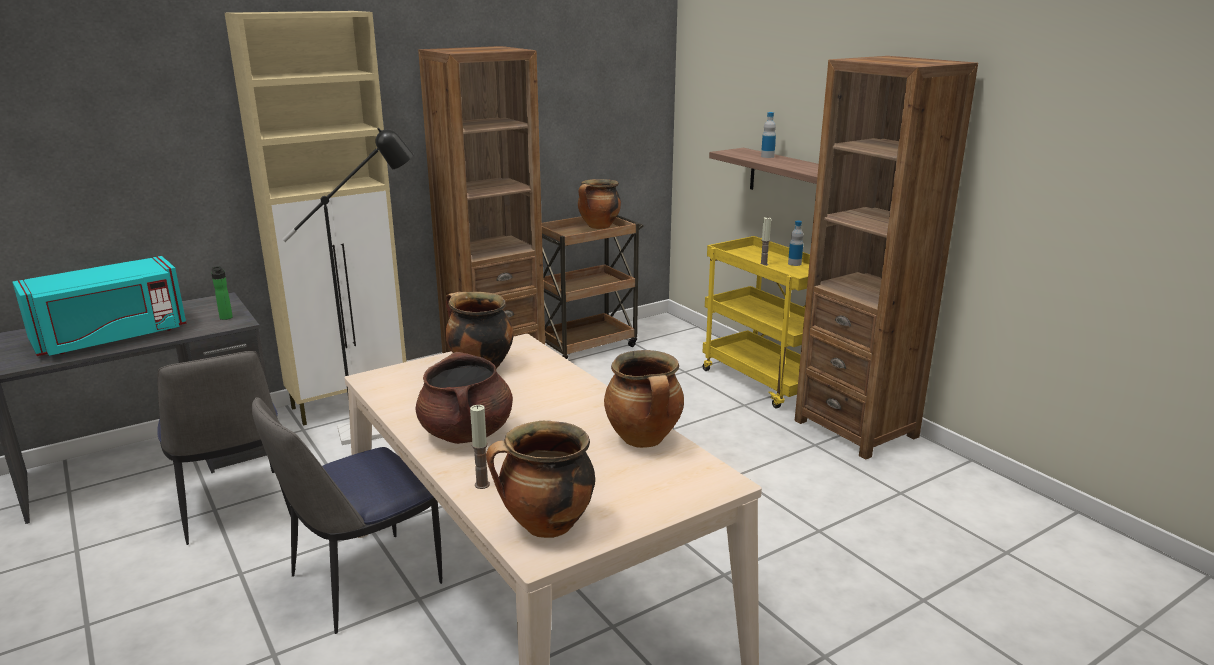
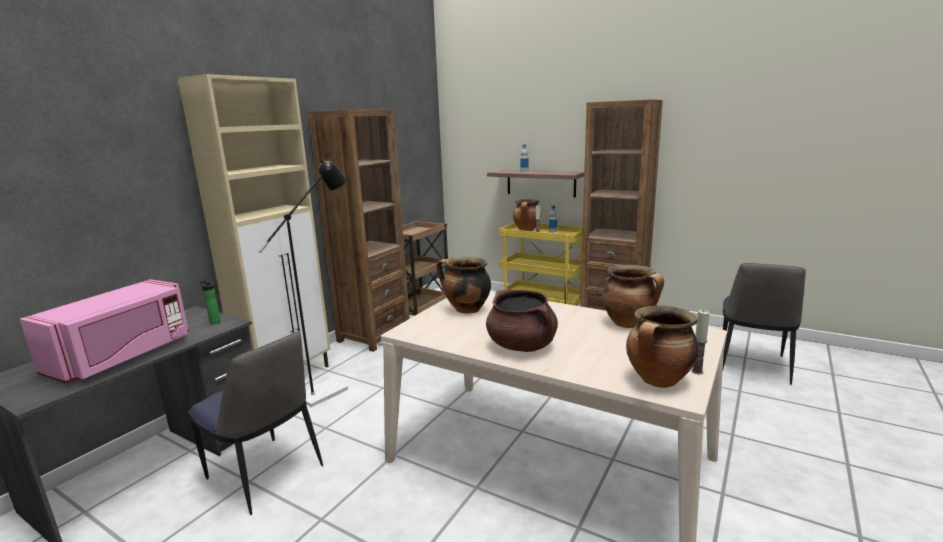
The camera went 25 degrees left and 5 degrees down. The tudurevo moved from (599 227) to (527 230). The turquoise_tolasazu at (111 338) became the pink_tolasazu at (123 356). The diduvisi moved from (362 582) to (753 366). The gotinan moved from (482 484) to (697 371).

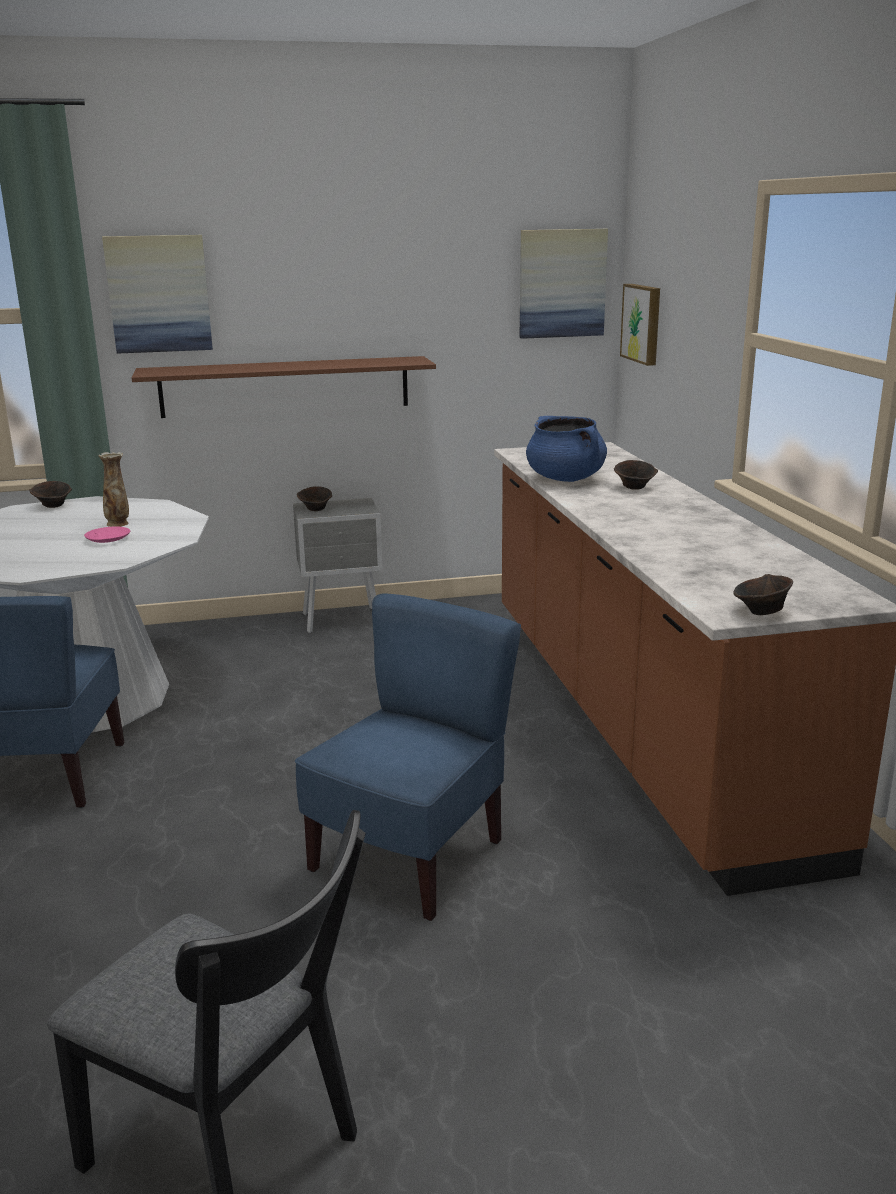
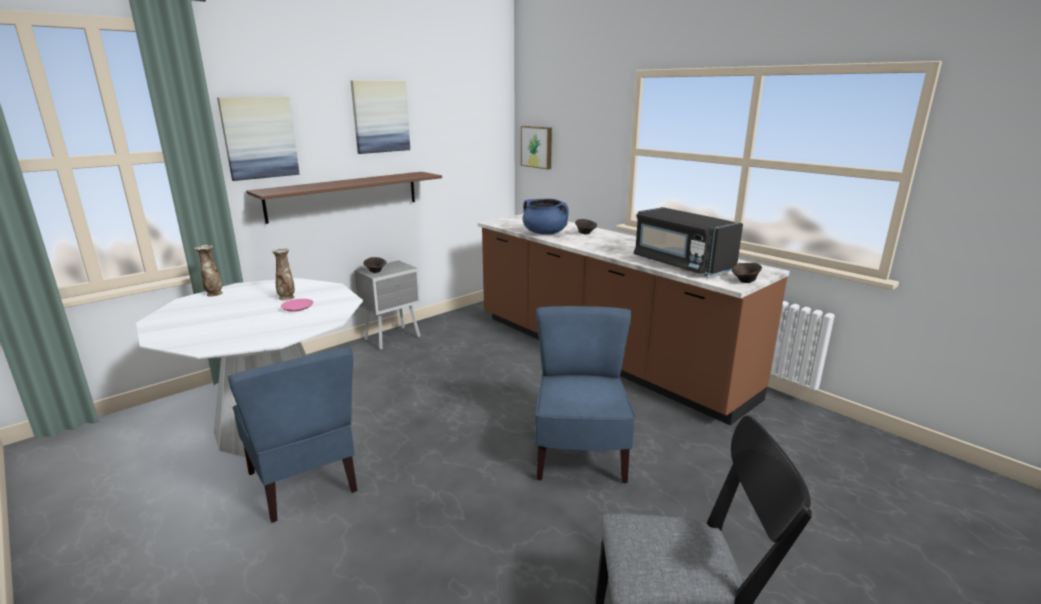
The camera went 30 degrees left and 0 degrees up. The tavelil moved from (562 283) to (380 116). The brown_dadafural at (54 506) was replaced by the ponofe at (214 294). The black_tolasazu at (680 264) appeared.

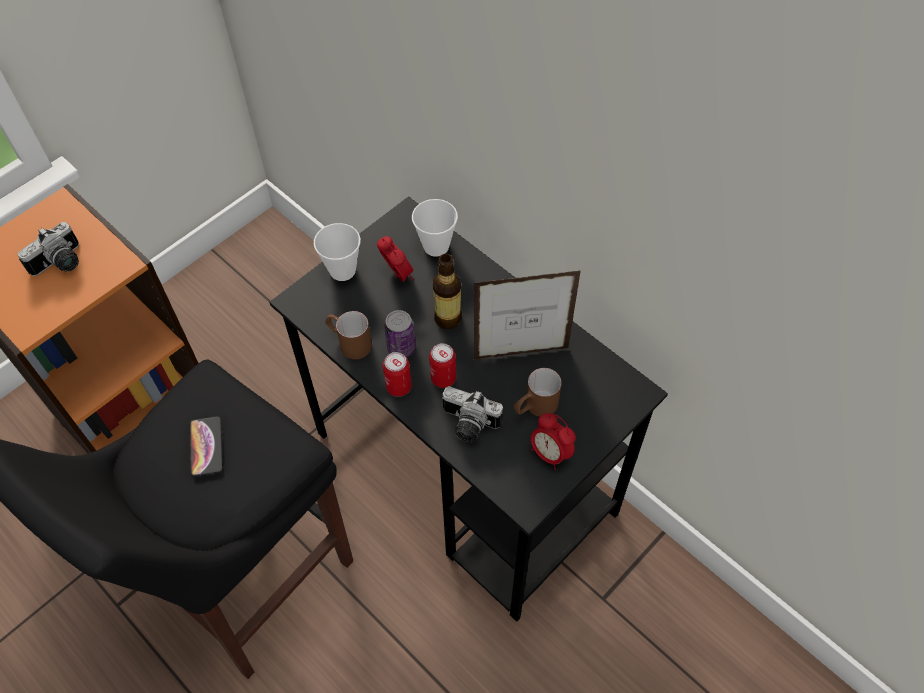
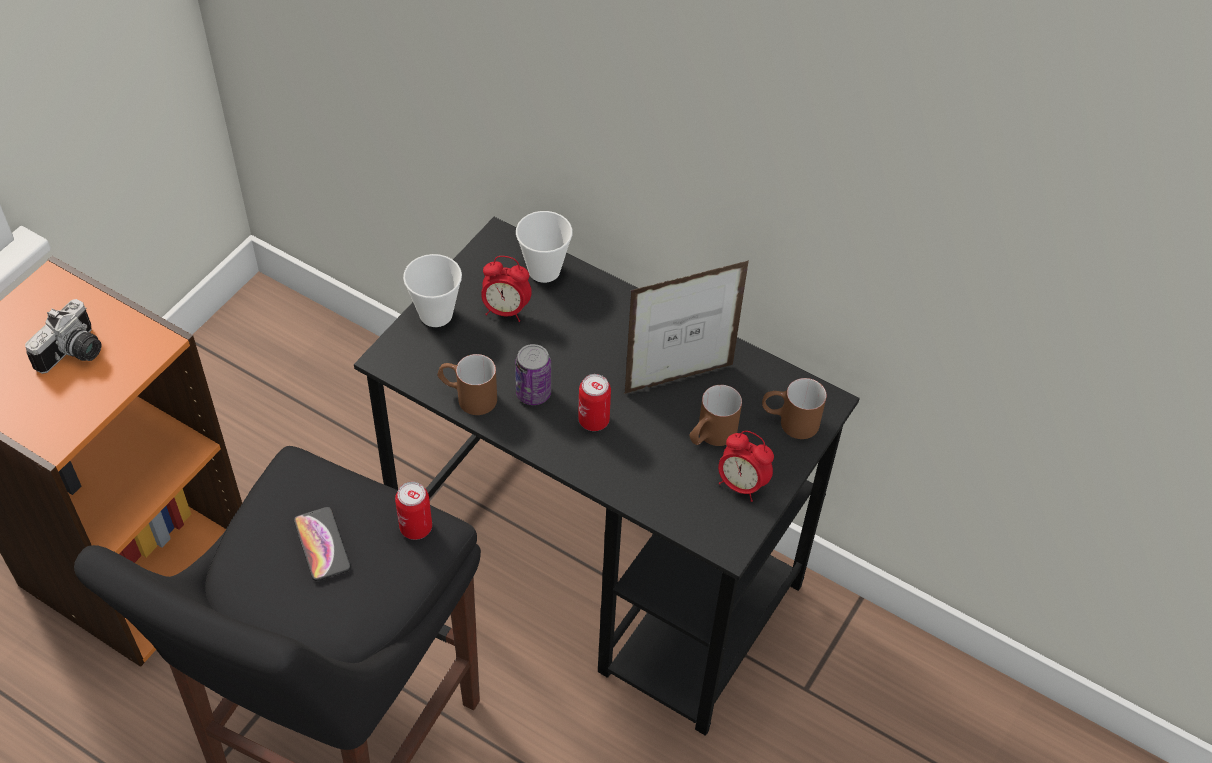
The camera went 15 degrees left and 5 degrees down. The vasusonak at (397 275) turned 150 degrees clockwise. The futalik at (448 319) disappeared. The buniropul moved from (398 387) to (416 527). The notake at (468 425) disappeared. The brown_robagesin at (789 421) appeared.

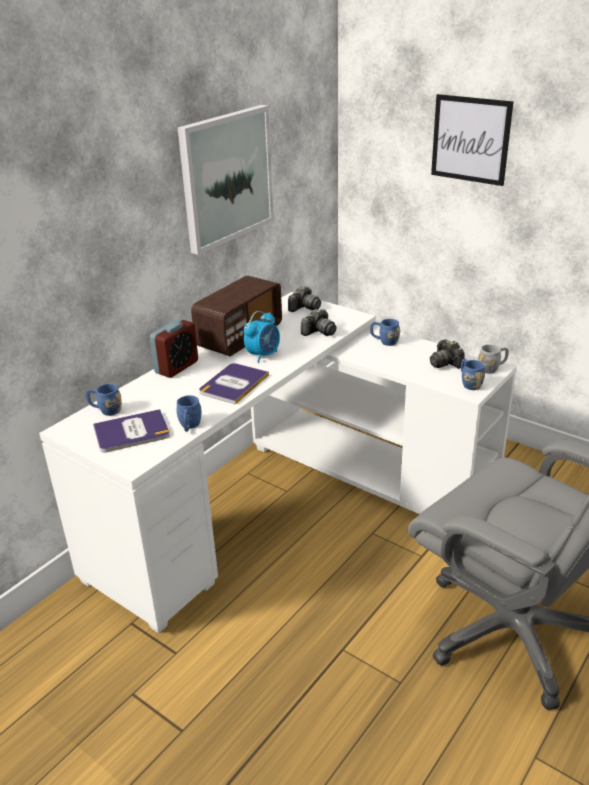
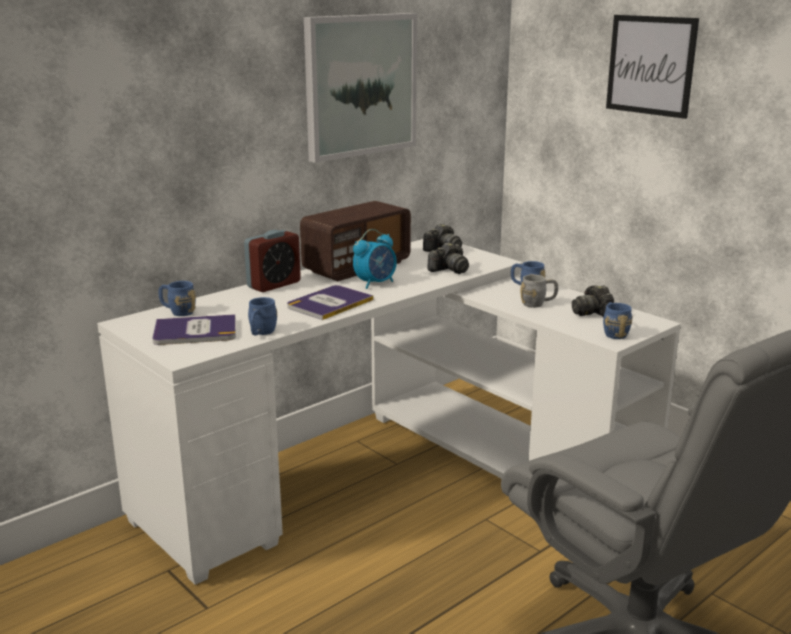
The camera went 10 degrees right and 10 degrees down. The grey_robagesin moved from (492 368) to (538 303).

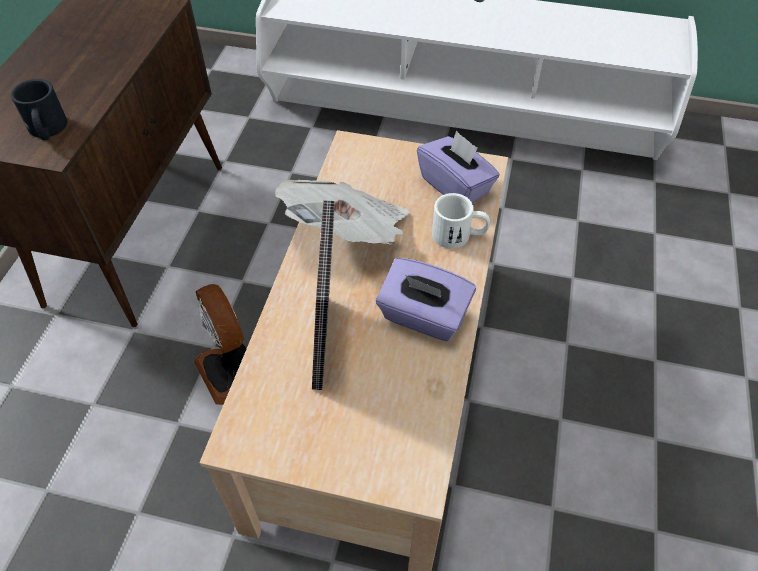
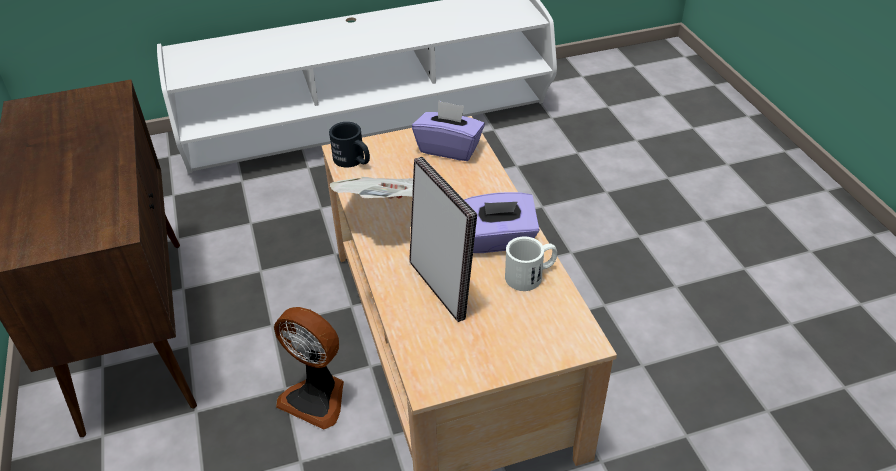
The camera went 30 degrees left and 10 degrees down. The black_robagesin moved from (48 131) to (353 161). The white_robagesin moved from (459 235) to (531 275).

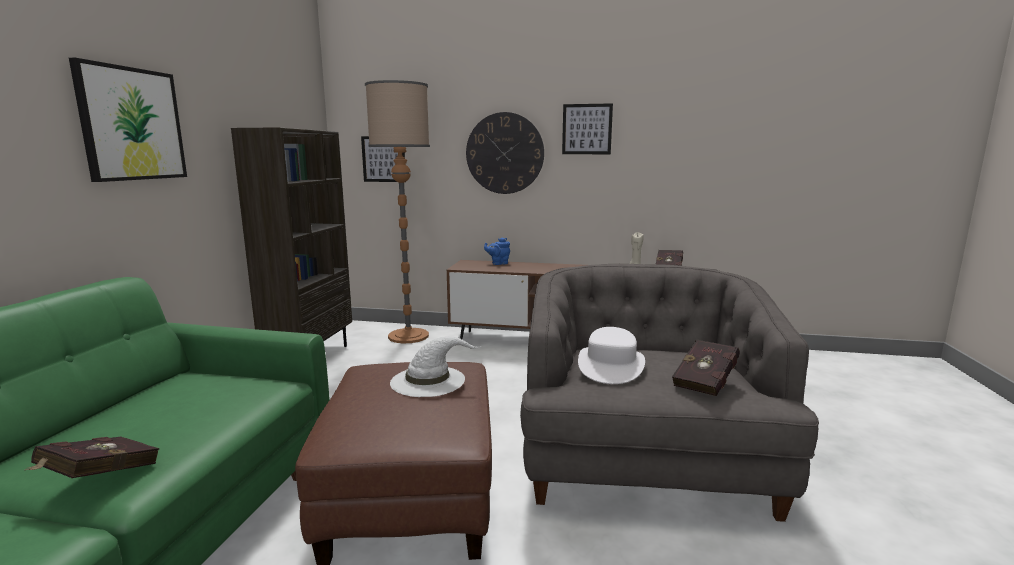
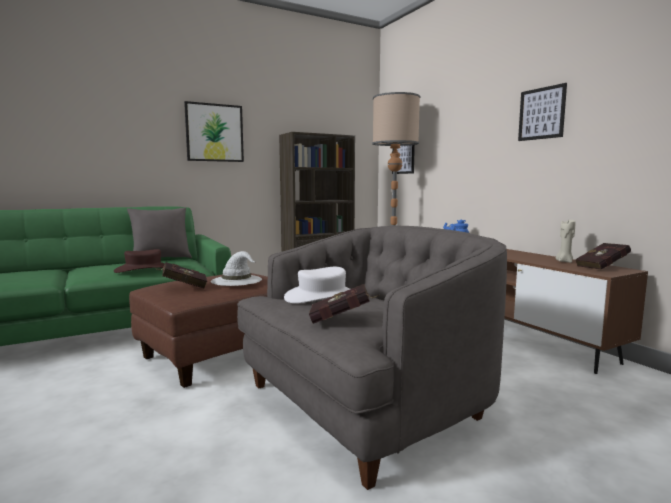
The camera went 50 degrees right and 5 degrees down. The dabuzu at (505 153) disappeared. The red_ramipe moved from (97 479) to (183 287). The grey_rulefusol at (161 259) appeared. The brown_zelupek at (143 269) appeared.

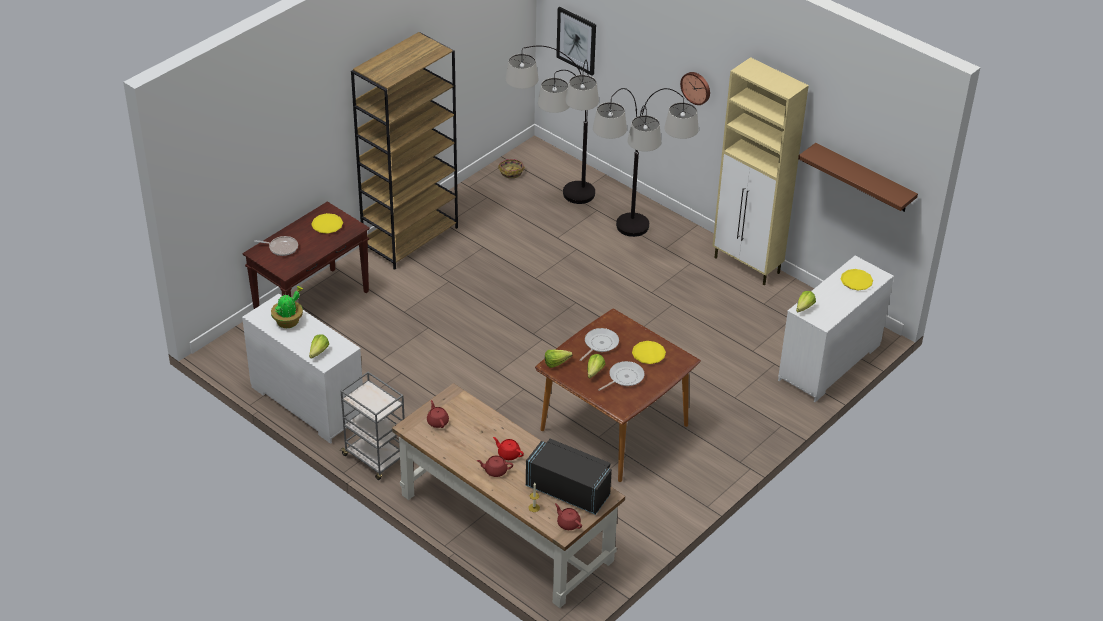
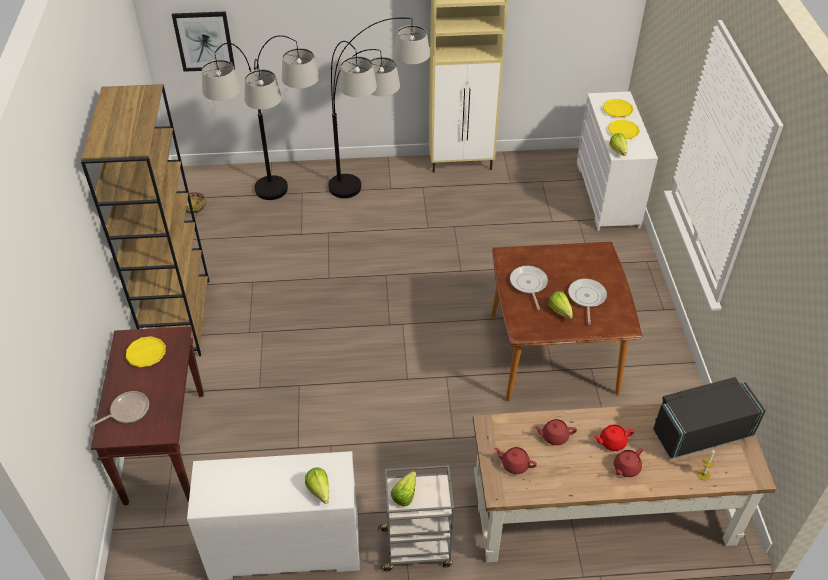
The camera went 45 degrees left and 5 degrees up. The dabuzu at (696 87) disappeared. The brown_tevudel at (864 178) disappeared. The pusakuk at (289 321) disappeared. The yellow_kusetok moved from (648 354) to (623 131). The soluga moved from (558 363) to (407 492). The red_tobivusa moved from (568 523) to (554 436).

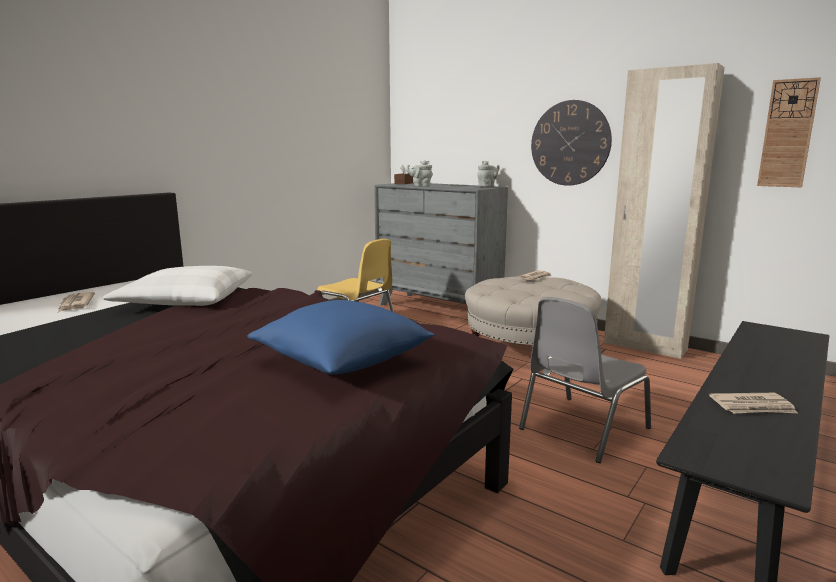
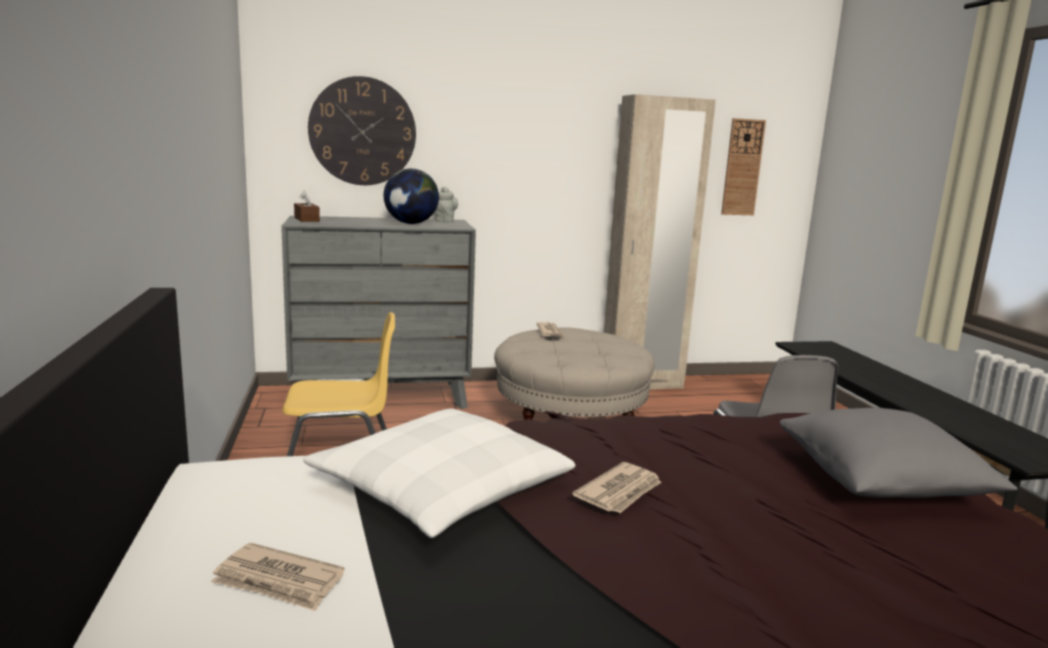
The camera went 50 degrees left and 0 degrees up. The dabuzu moved from (570 143) to (362 131). The grey_tobivusa at (420 186) disappeared. The blue_rulefusol at (343 363) became the grey_rulefusol at (881 484). The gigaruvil moved from (753 407) to (620 492). The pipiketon at (411 223) appeared.

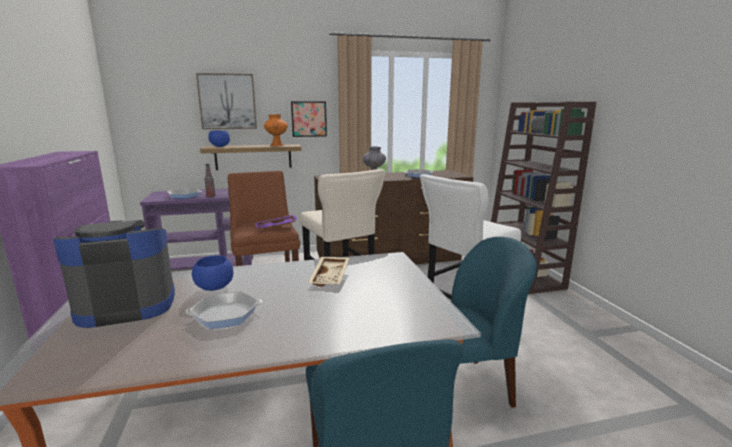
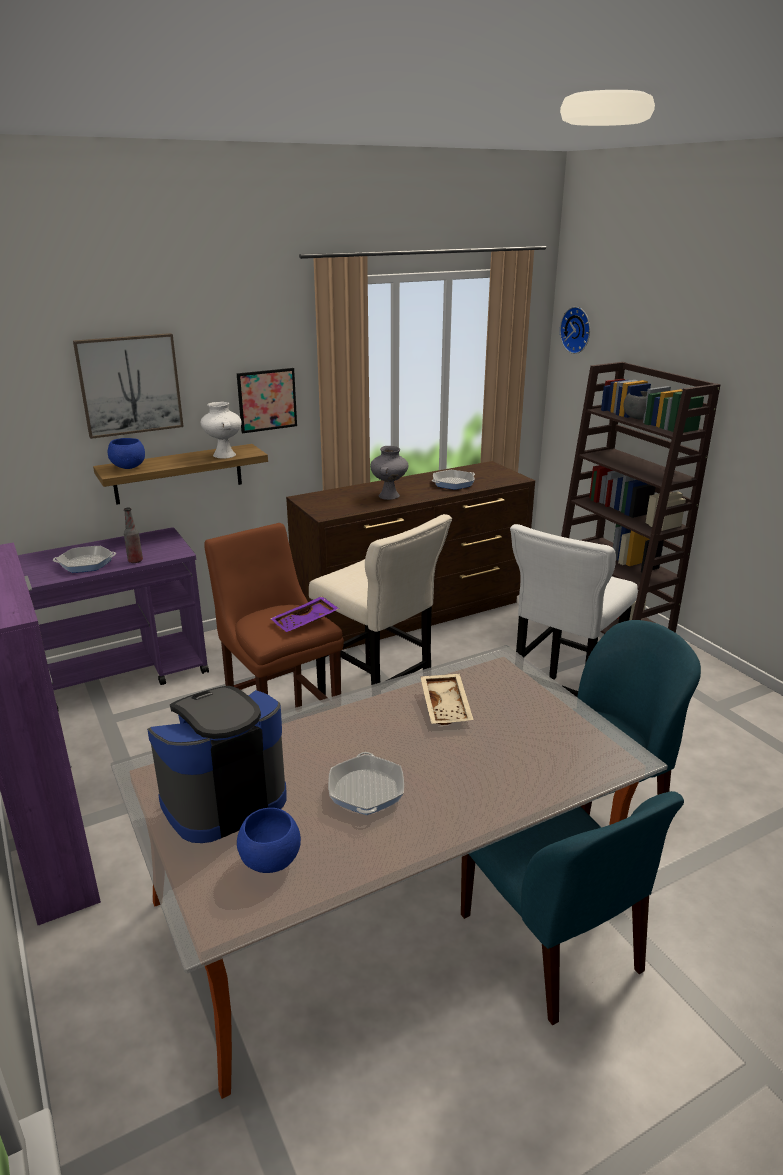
The camera went 15 degrees left and 10 degrees up. The orange_ponofe at (276 145) became the white_ponofe at (223 455). The blue_dadafural moved from (214 288) to (270 861). The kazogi at (225 314) turned 60 degrees counterclockwise. The dabuzu at (577 330) appeared.

